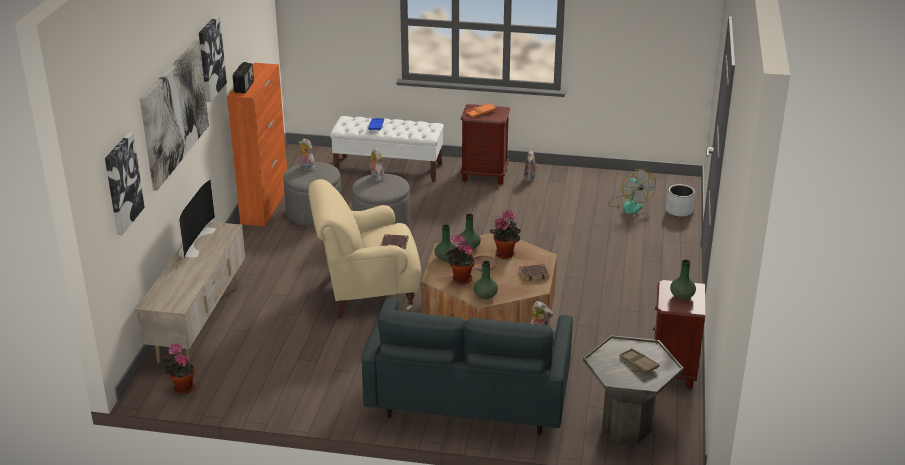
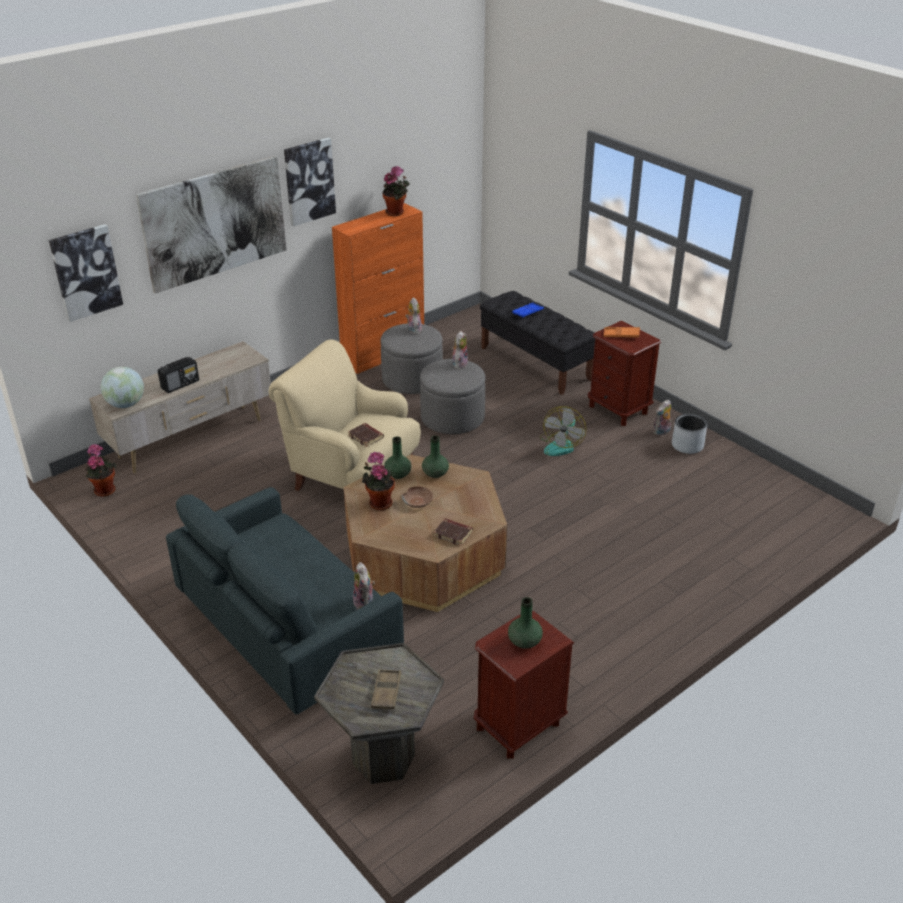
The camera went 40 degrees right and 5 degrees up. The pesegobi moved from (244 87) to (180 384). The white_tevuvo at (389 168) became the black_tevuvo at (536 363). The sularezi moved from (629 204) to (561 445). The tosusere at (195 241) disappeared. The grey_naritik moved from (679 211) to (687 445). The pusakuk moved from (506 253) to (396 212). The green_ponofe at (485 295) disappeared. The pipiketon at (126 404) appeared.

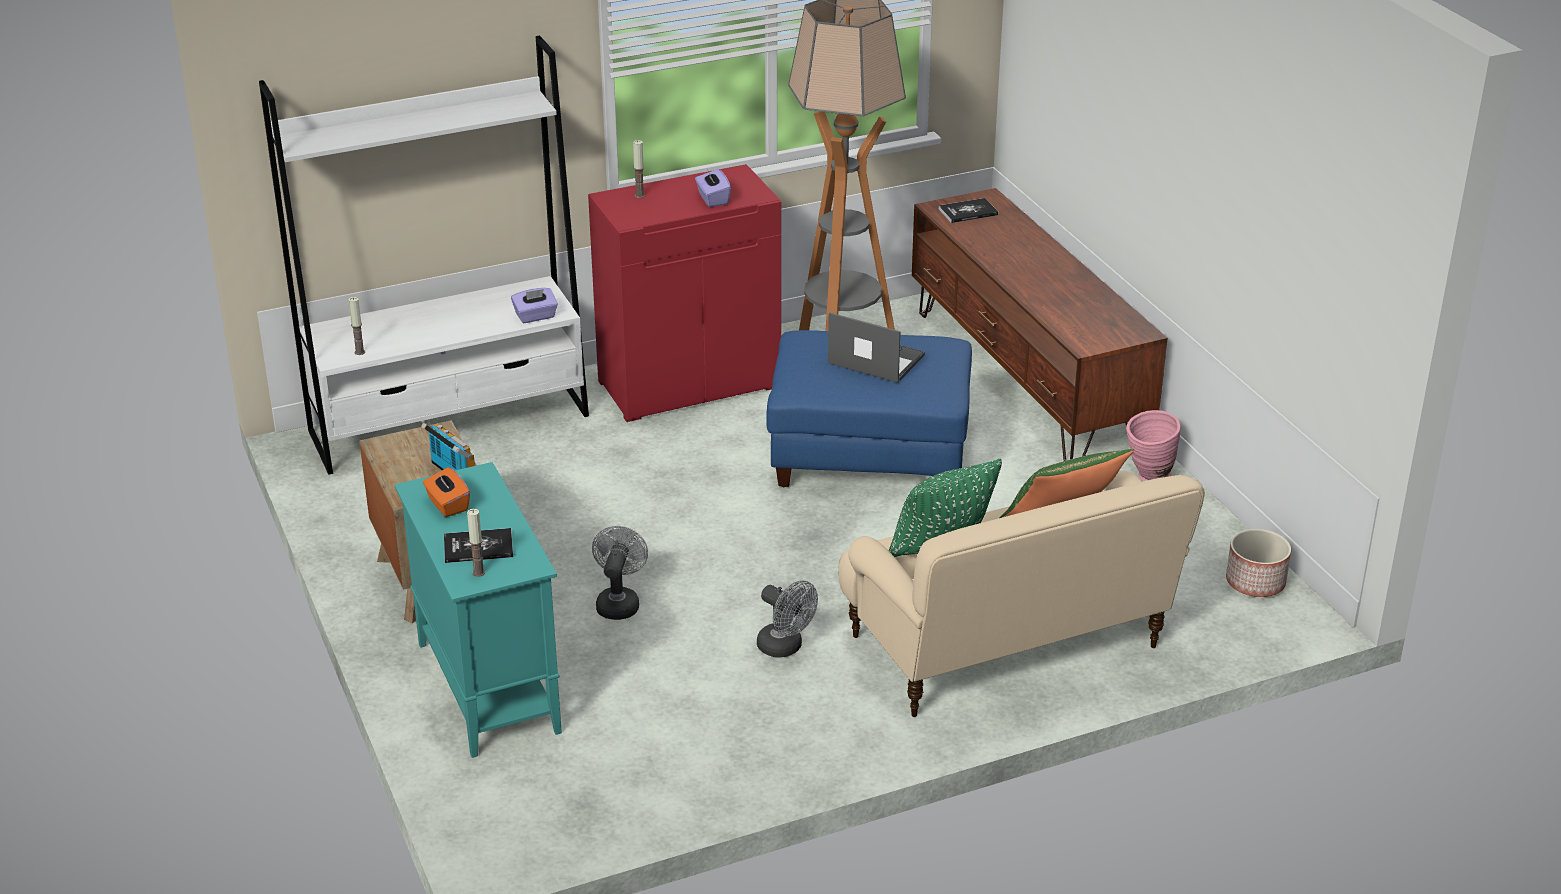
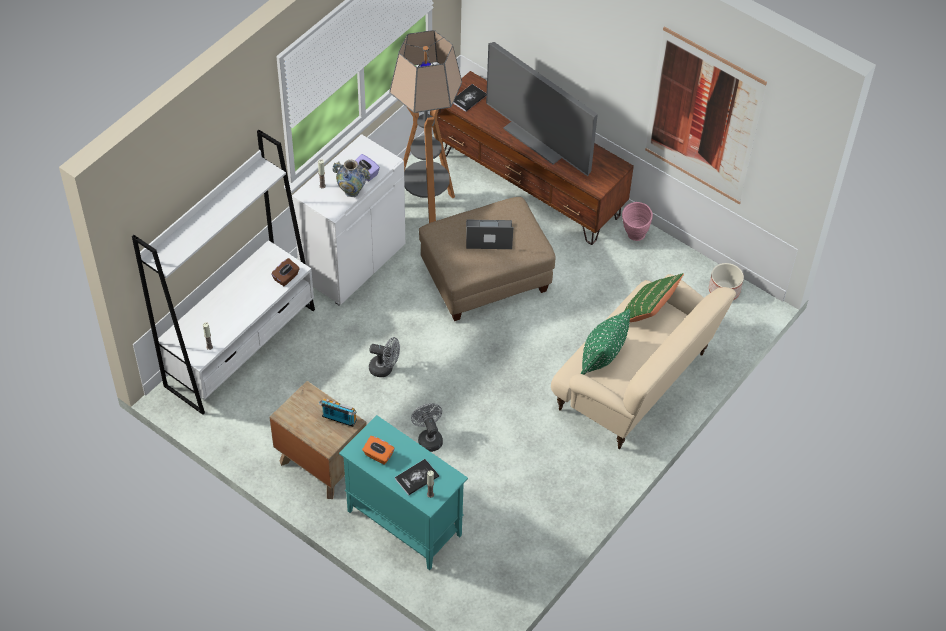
The camera went 30 degrees left and 20 degrees up. The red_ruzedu at (689 383) became the white_ruzedu at (352 261). The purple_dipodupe at (535 316) became the brown_dipodupe at (286 278). The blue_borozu at (868 456) became the beige_borozu at (485 279). The grey_sularezi moved from (785 648) to (385 368). The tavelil at (703 117) appeared. The tosusere at (540 138) appeared. The ponofe at (352 192) appeared.

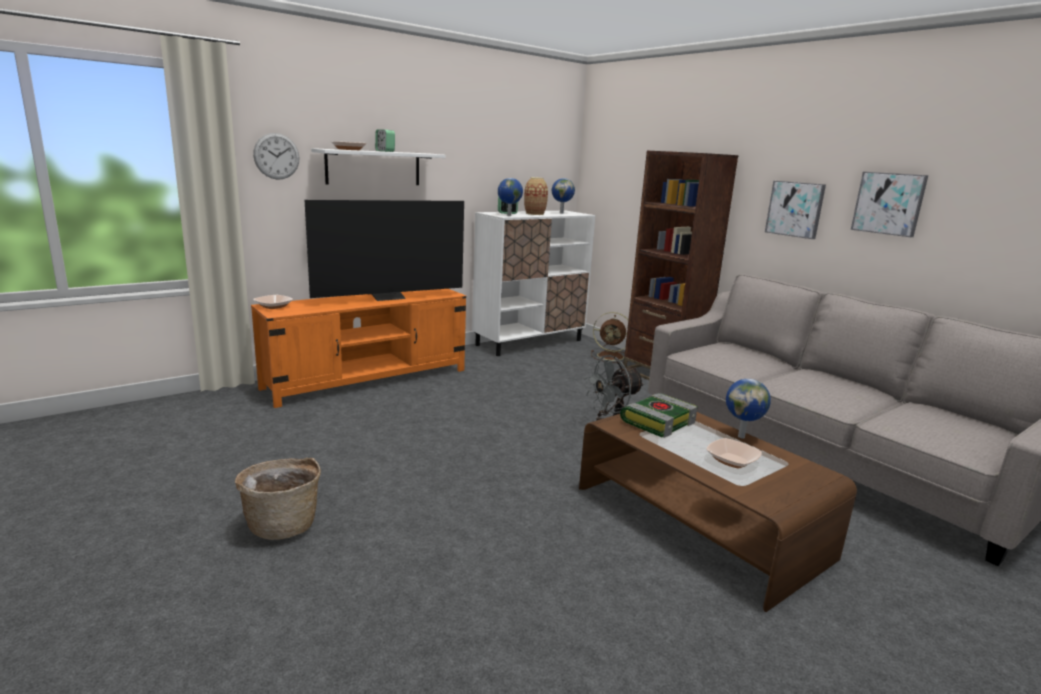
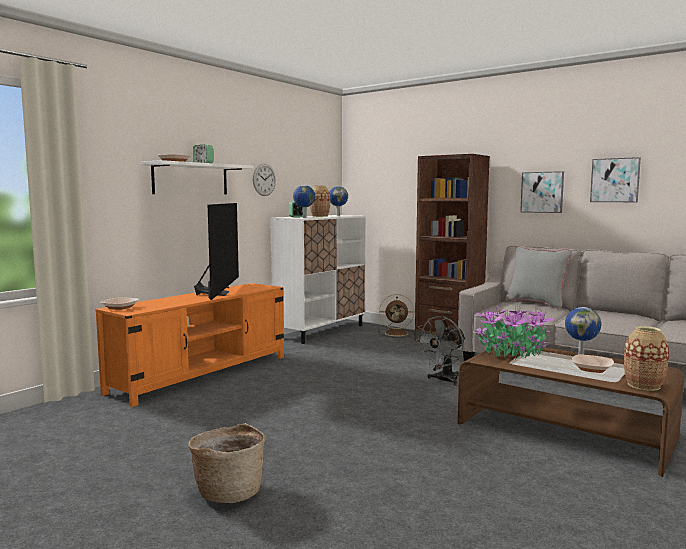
The camera went 15 degrees left and 10 degrees down. The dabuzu moved from (276 156) to (264 179). The tosusere at (388 297) turned 45 degrees counterclockwise. The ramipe at (657 421) was replaced by the pusakuk at (513 354). The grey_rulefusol at (536 303) appeared. The ponofe at (643 385) appeared.

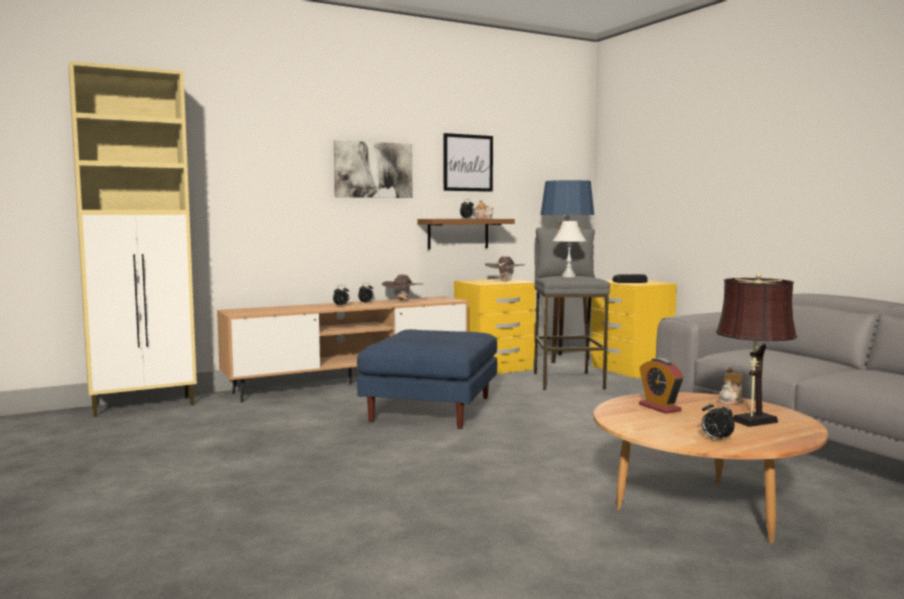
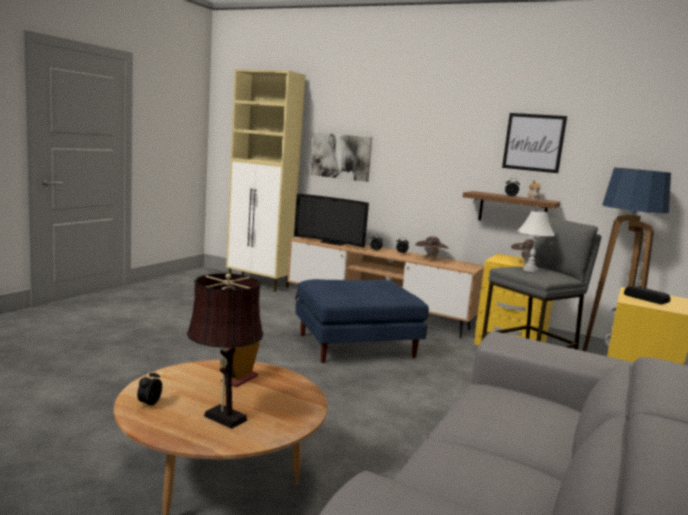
The camera went 55 degrees right and 5 degrees up. The tavelil moved from (373 170) to (341 156). The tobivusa at (731 401) disappeared. The tosusere at (332 243) appeared.

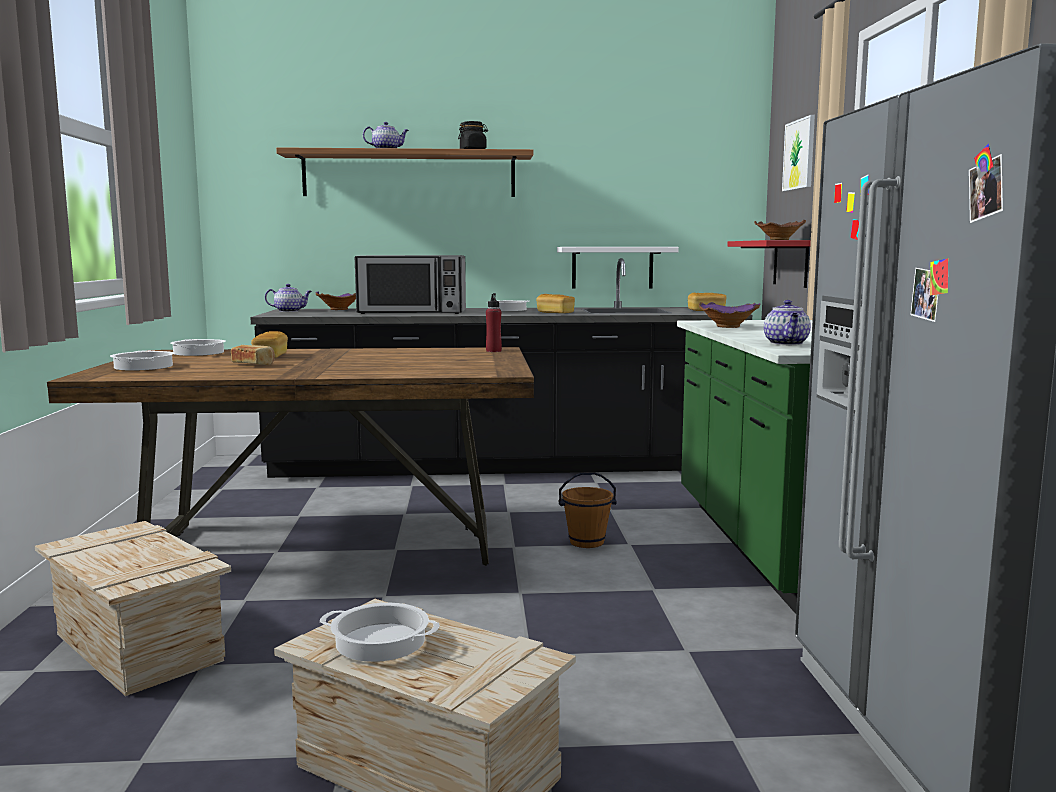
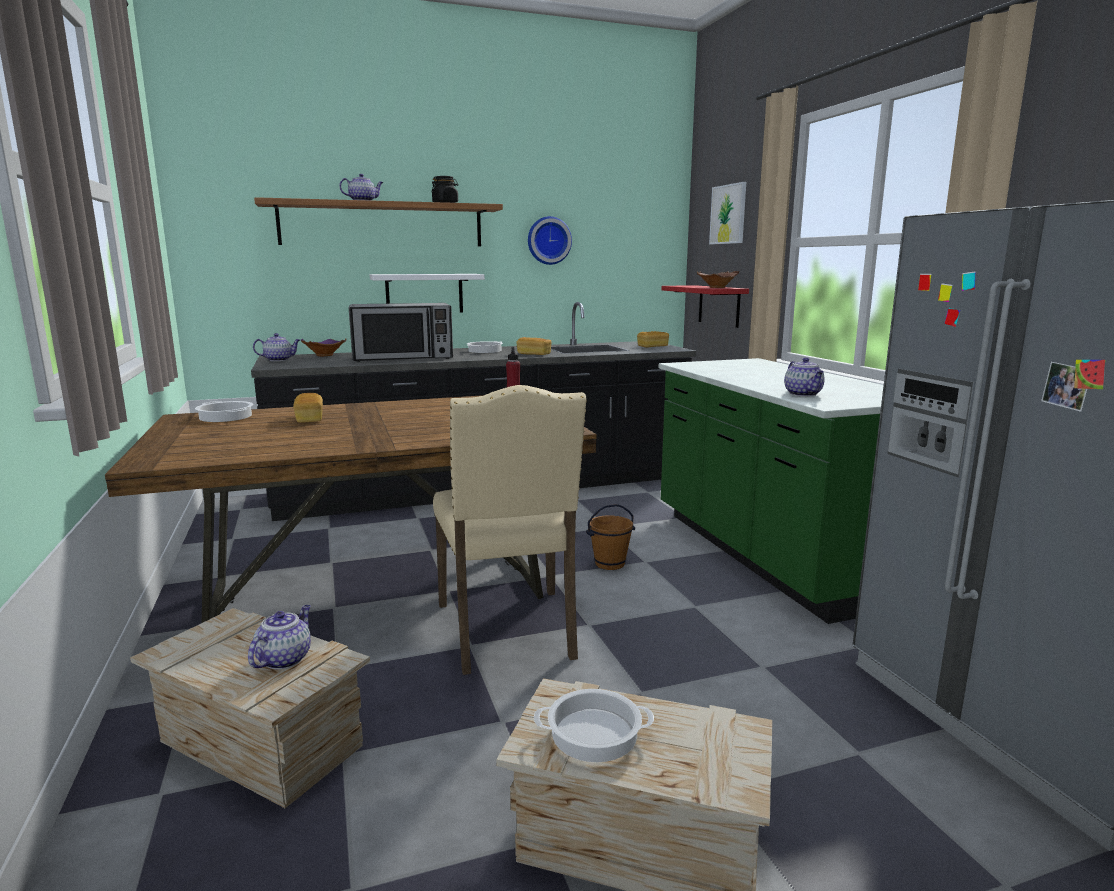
The camera went 15 degrees left and 5 degrees up. The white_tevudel moved from (612 267) to (424 293). The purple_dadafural at (728 326) disappeared. The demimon at (254 364) disappeared. The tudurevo at (144 367) disappeared. The dabuzu at (548 240) appeared. The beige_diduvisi at (509 631) appeared. The tobivusa at (284 659) appeared.

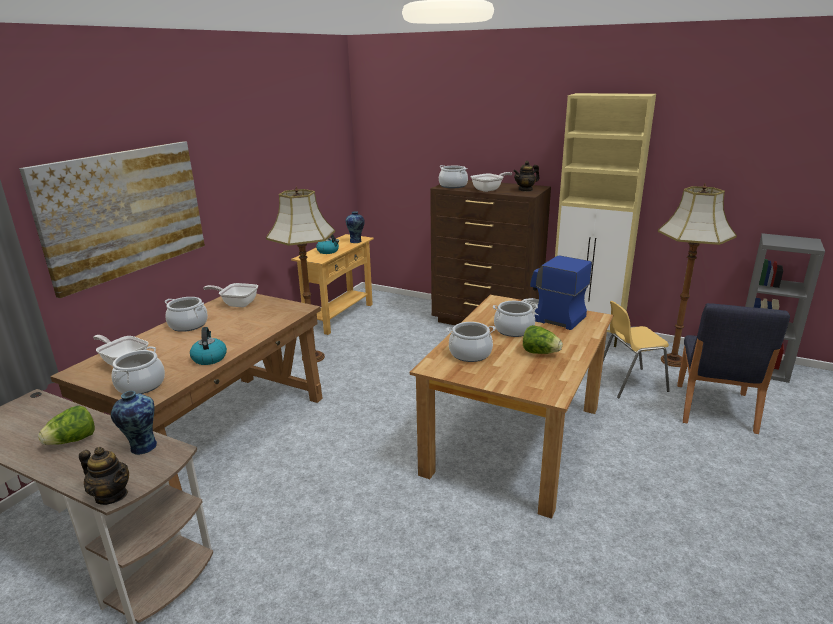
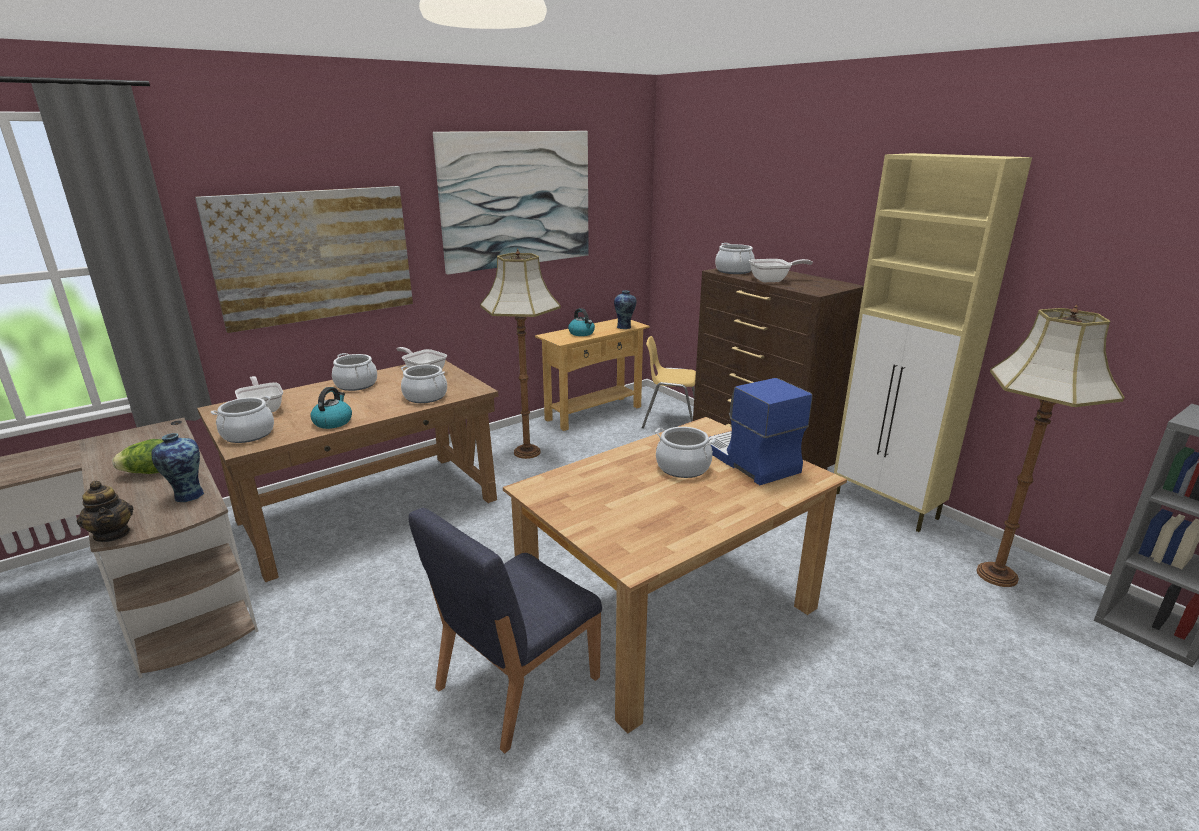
The camera went 25 degrees right and 0 degrees up. The tobivusa at (525 190) disappeared. The yellow_diduvisi moved from (629 383) to (670 421). The blue_diduvisi moved from (714 408) to (515 683). The tudurevo moved from (470 354) to (425 396). The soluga at (540 353) disappeared. The tavelil at (517 199) appeared.

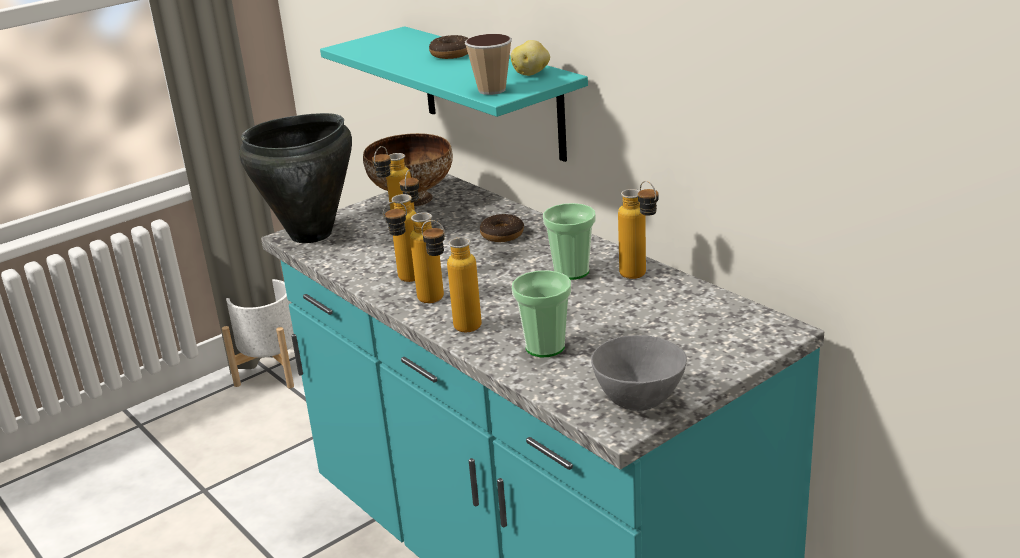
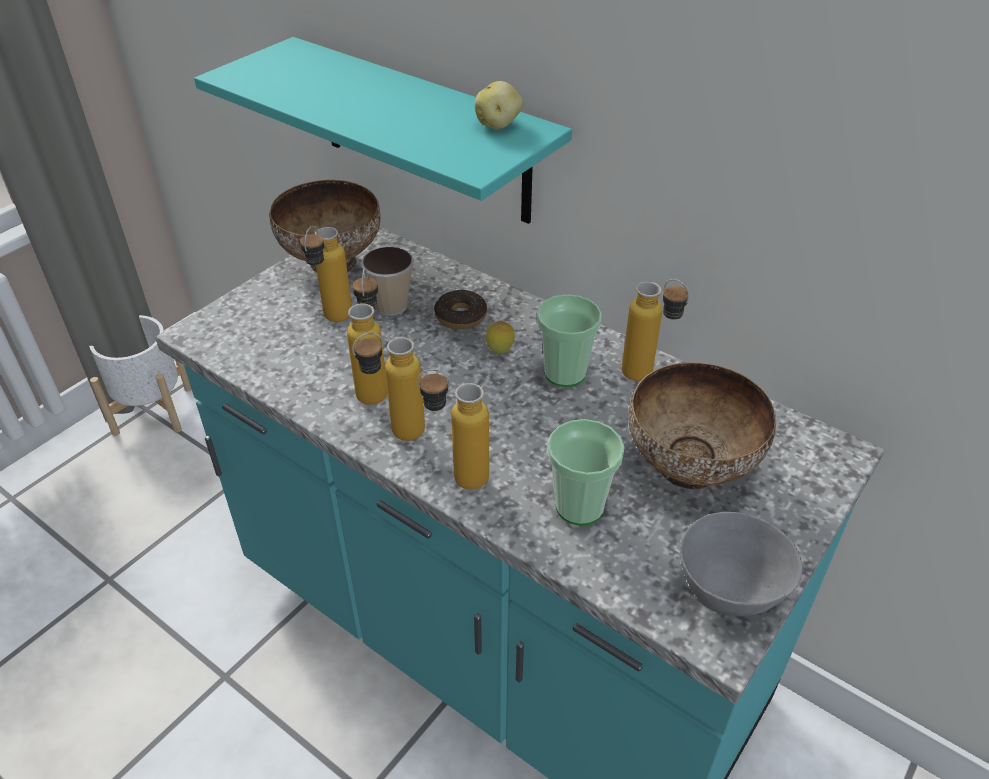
The camera went 15 degrees left and 15 degrees up. The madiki moved from (492 90) to (391 306). The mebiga at (451 54) disappeared. The black_tudurevo at (312 234) disappeared. The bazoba at (500 353) appeared. The dadafural at (689 469) appeared.

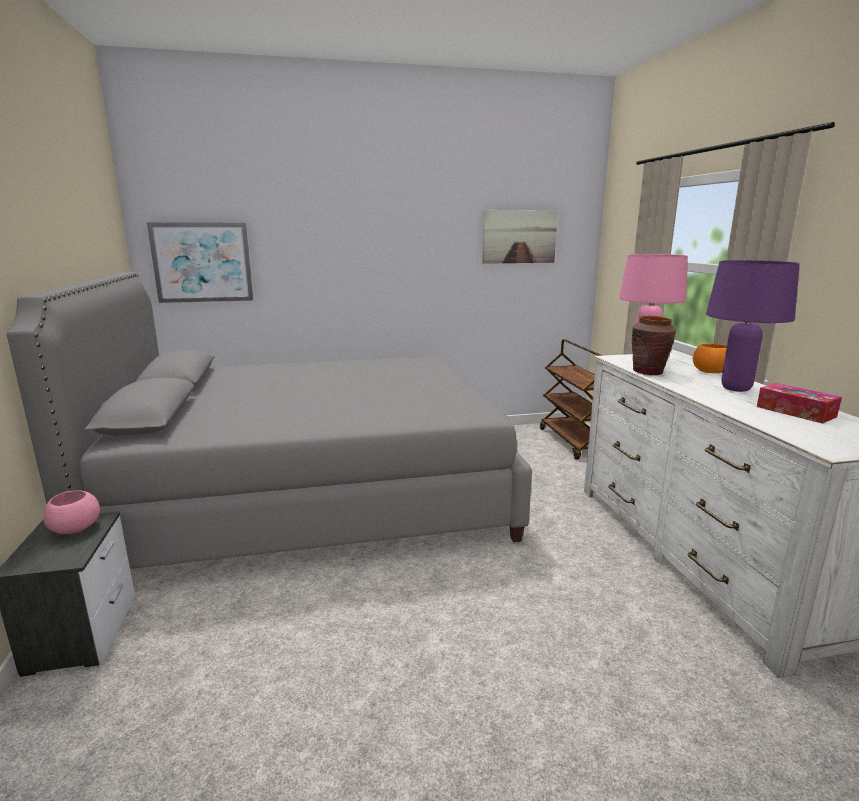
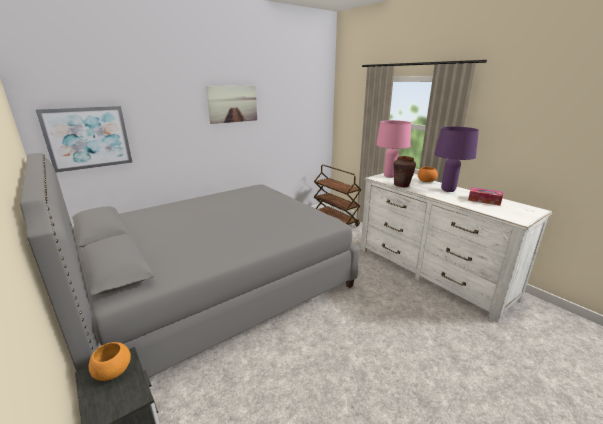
The camera went 25 degrees left and 5 degrees up. The tavelil moved from (519 236) to (233 104). The pink_dadafural at (74 529) became the orange_dadafural at (113 372).

